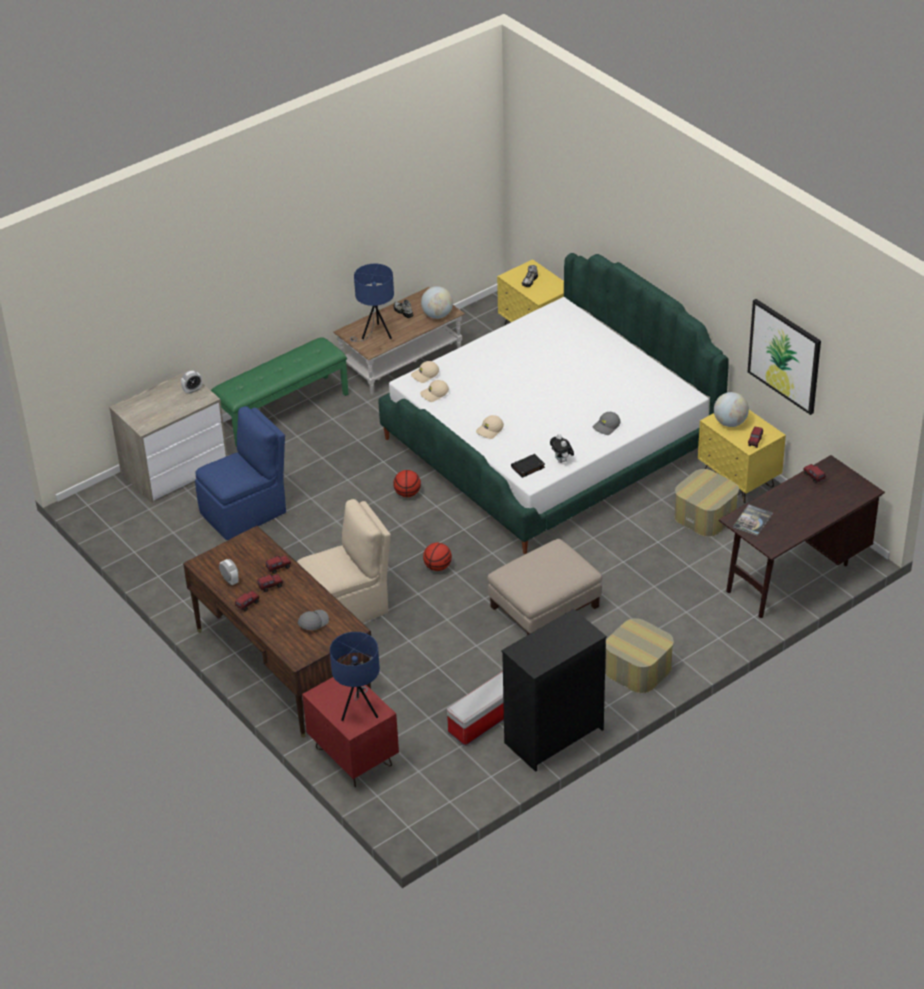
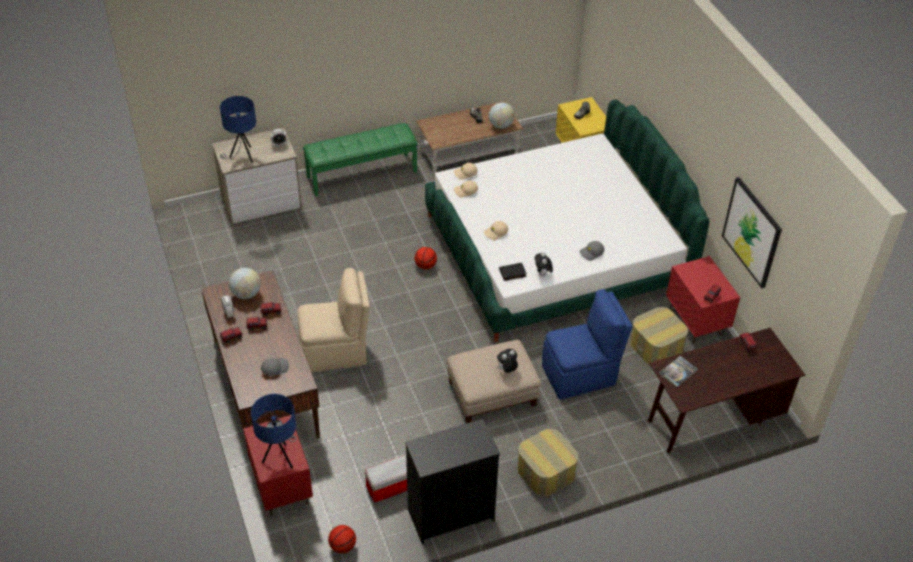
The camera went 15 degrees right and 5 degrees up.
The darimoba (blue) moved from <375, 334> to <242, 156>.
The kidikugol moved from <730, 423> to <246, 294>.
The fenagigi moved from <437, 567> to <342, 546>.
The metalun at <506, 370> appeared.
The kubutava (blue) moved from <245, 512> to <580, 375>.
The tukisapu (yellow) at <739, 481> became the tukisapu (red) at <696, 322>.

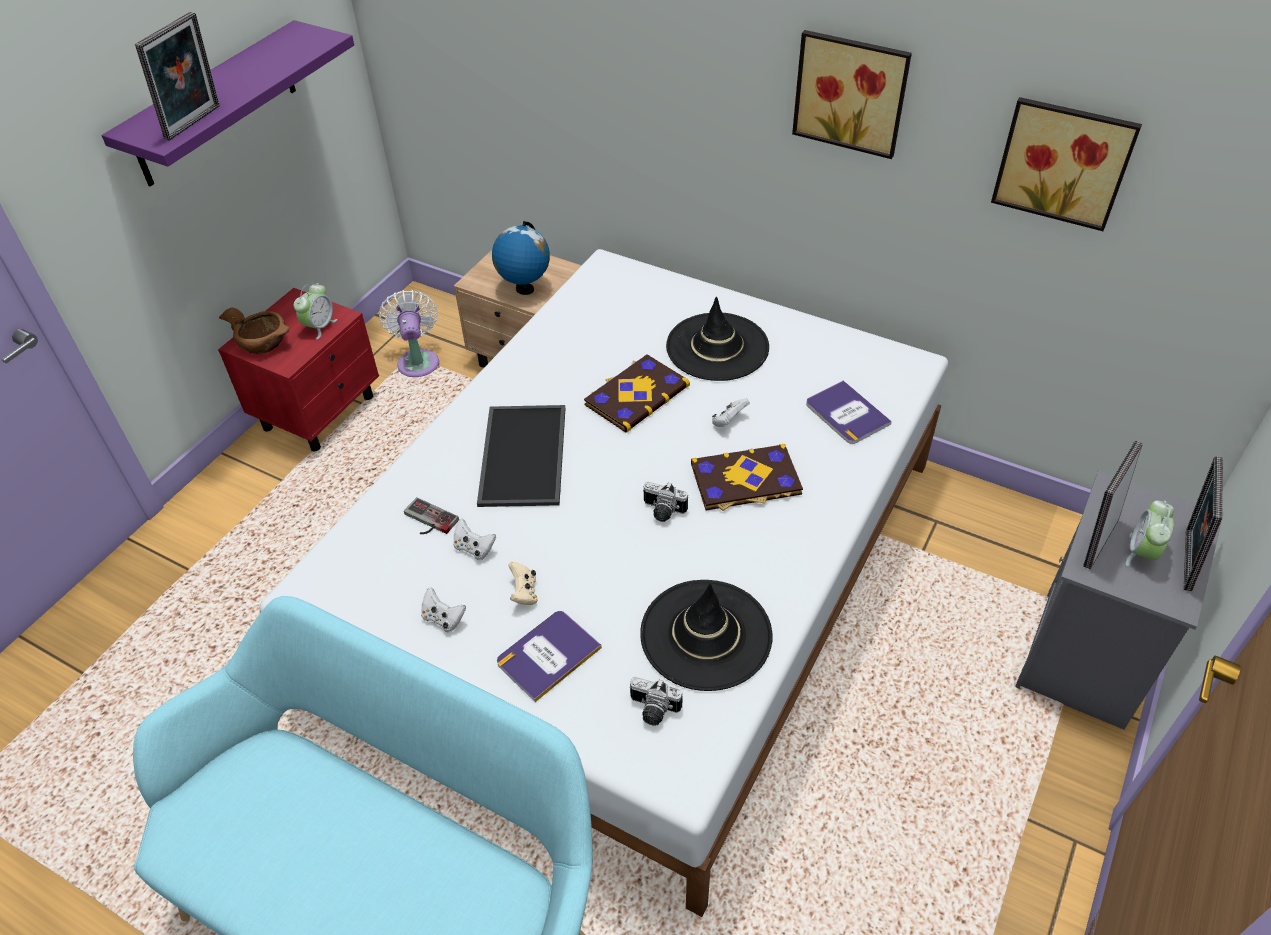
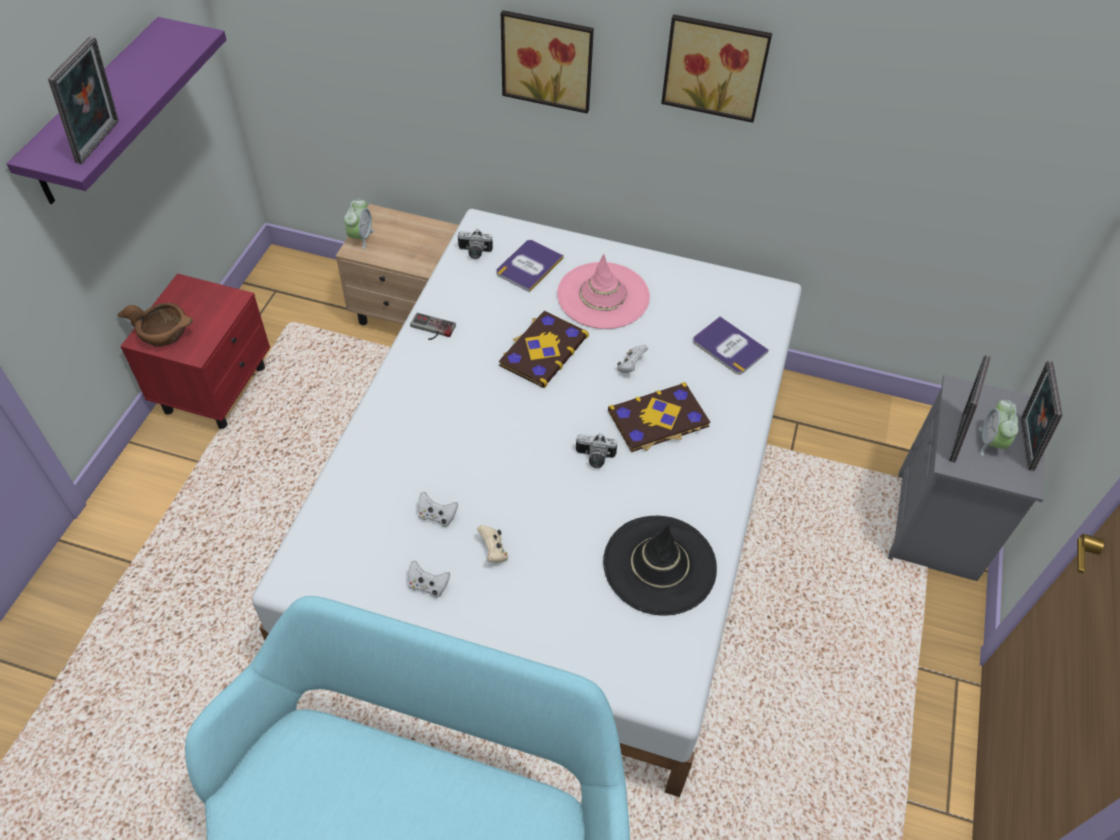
The camera went 15 degrees left and 5 degrees up.
The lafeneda moved from <319, 327> to <361, 237>.
The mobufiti moved from <427, 521> to <431, 329>.
The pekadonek moved from <653, 710> to <474, 253>.
The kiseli moved from <548, 655> to <529, 266>.
The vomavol moved from <1064, 161> to <548, 59>.
The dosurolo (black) at <717, 347> became the dosurolo (pink) at <603, 296>.
The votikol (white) at <418, 361> disappeared.
The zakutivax at <521, 454> disappeared.
The kidikugol at <524, 289> disappeared.

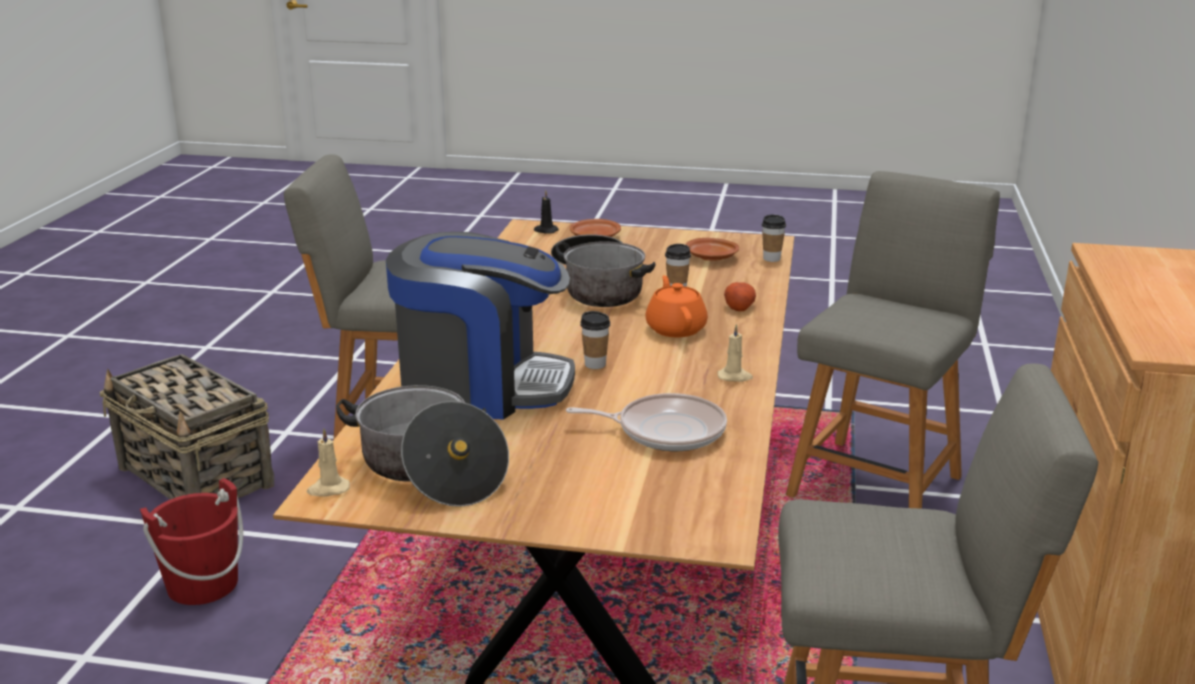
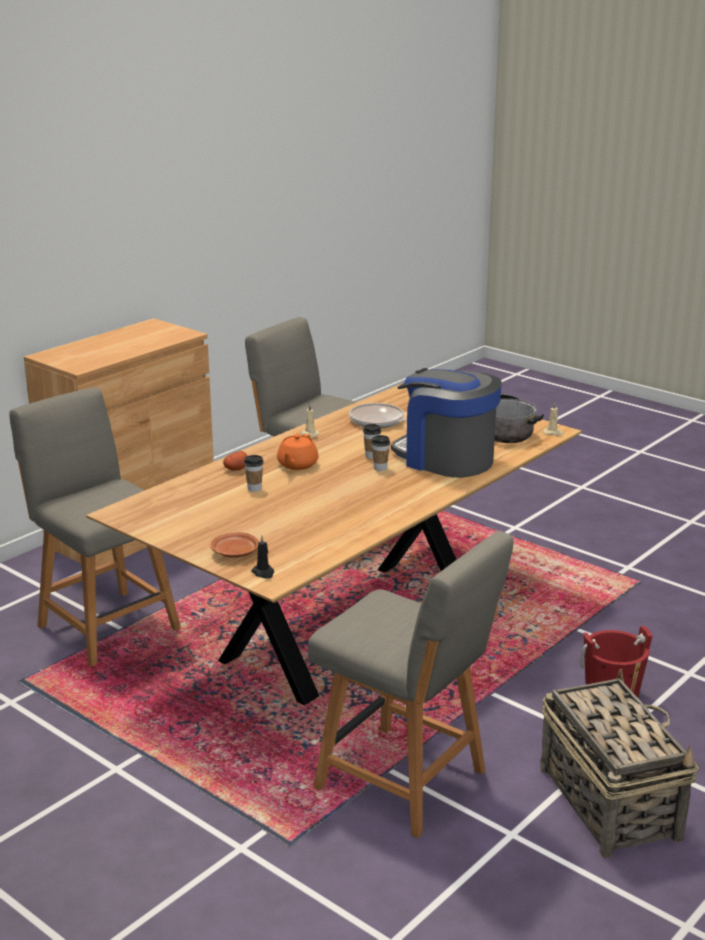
The camera went 150 degrees left and 0 degrees up.
The kubutava (grey) at <877, 483> turned 75 degrees clockwise.
The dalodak moved from <771, 259> to <380, 468>.
The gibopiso at <599, 288> disappeared.
The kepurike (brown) at <712, 257> disappeared.

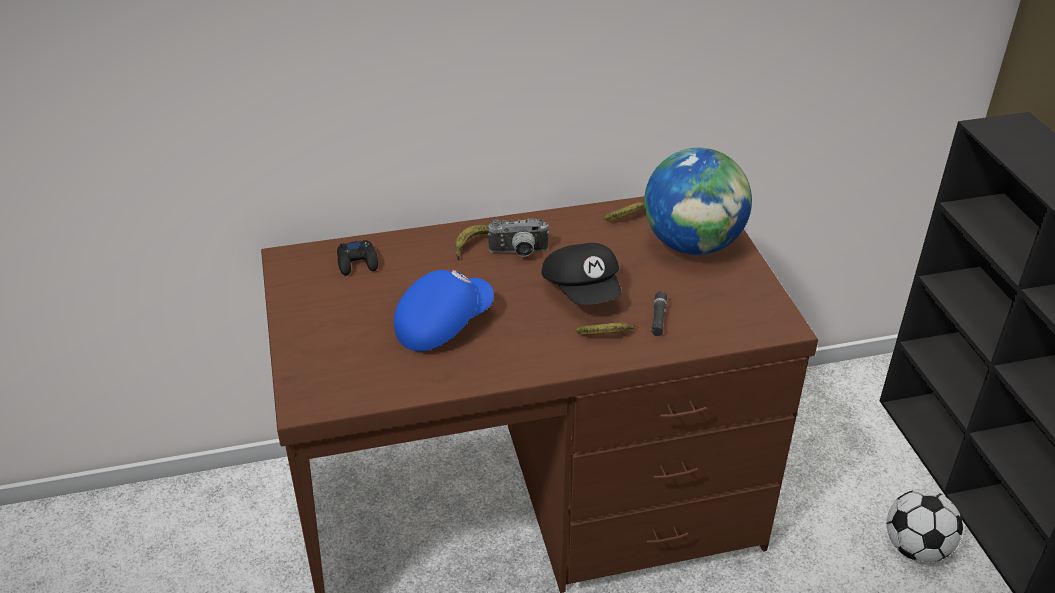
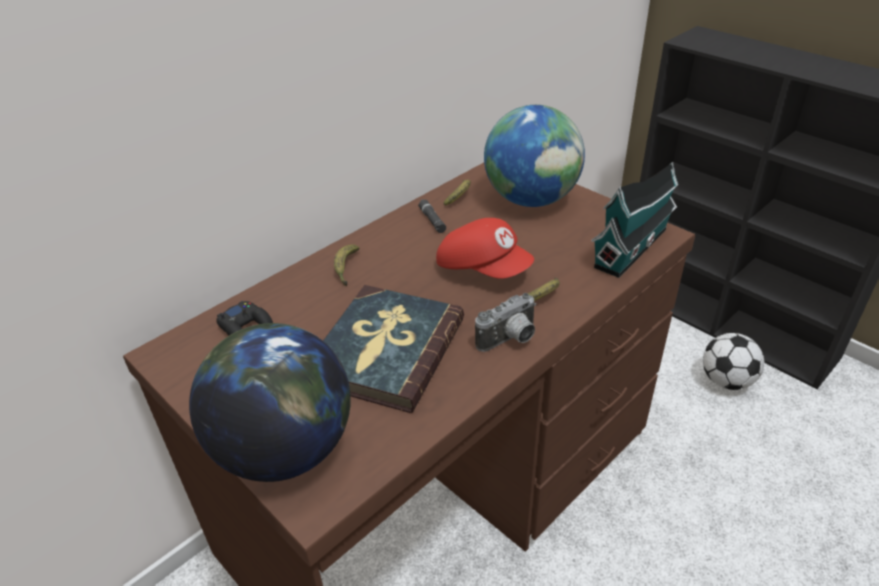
The camera went 30 degrees left and 0 degrees up.
The kidikugol at <285, 449> appeared.
The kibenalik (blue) at <442, 324> was replaced by the kiseli at <386, 351>.
The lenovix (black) moved from <658, 318> to <432, 220>.
The kibenalik (black) at <583, 290> became the kibenalik (red) at <483, 268>.
The pekadonek moved from <519, 253> to <510, 340>.
The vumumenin at <633, 246> appeared.

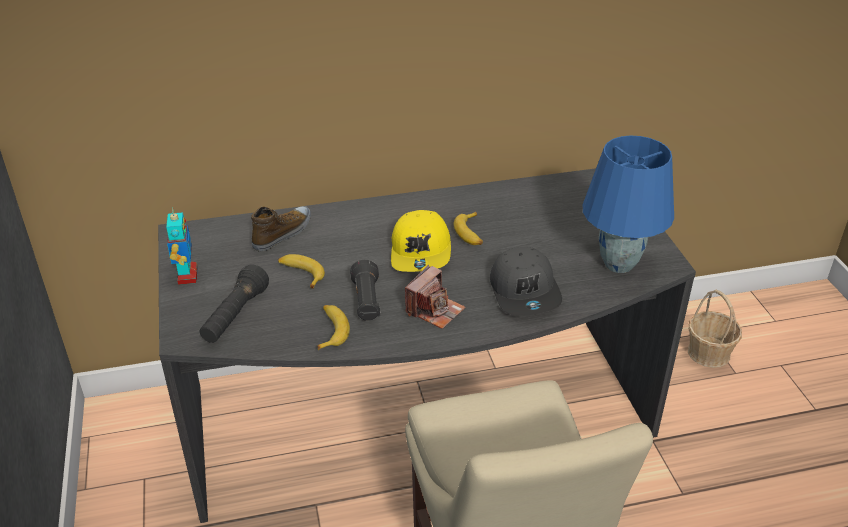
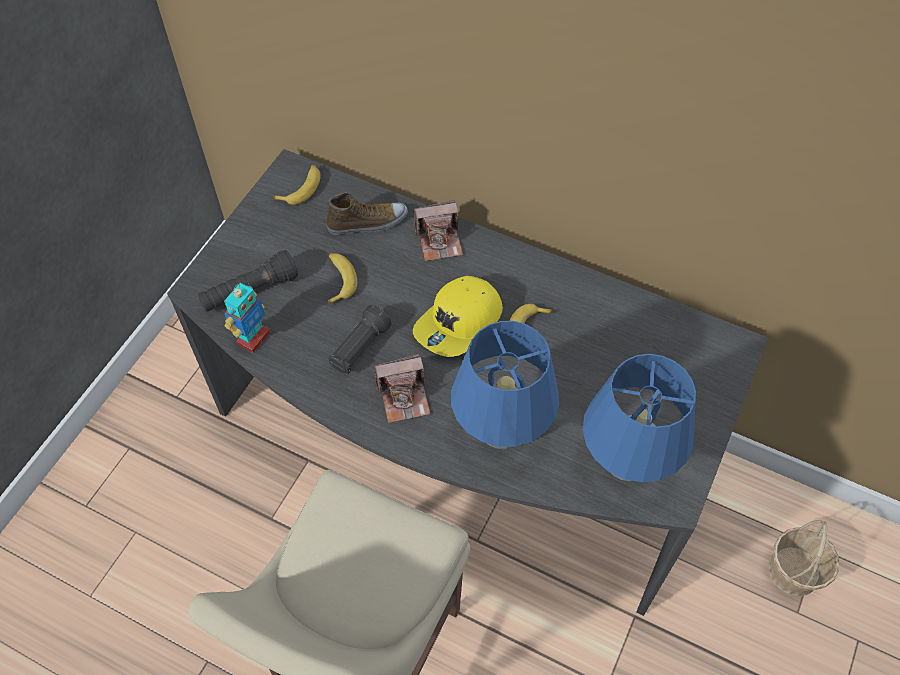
The camera went 40 degrees right and 20 degrees up.
The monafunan moved from <187, 275> to <253, 338>.
The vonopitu moved from <331, 330> to <301, 188>.
The pekadonek at <439, 241> appeared.
The kibenalik (grey) at <525, 292> was replaced by the darimoba (blue) at <502, 434>.

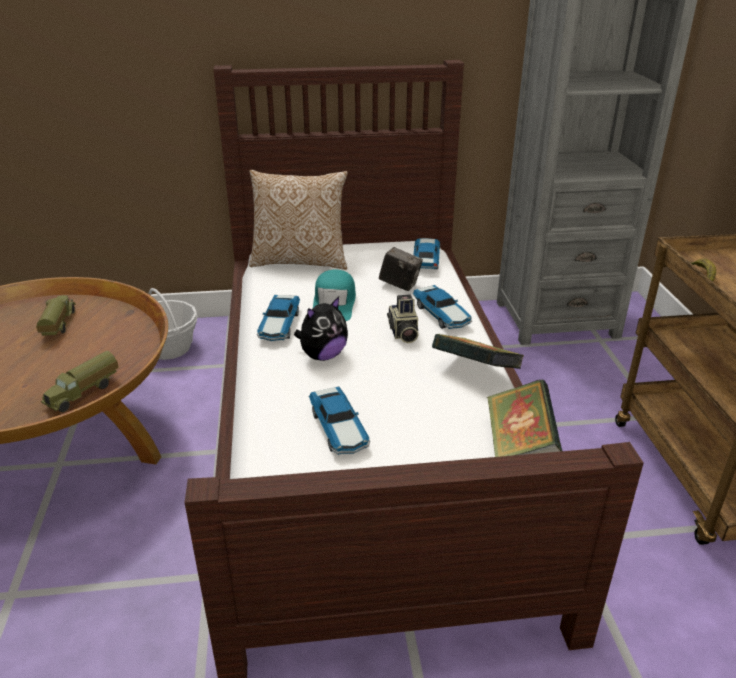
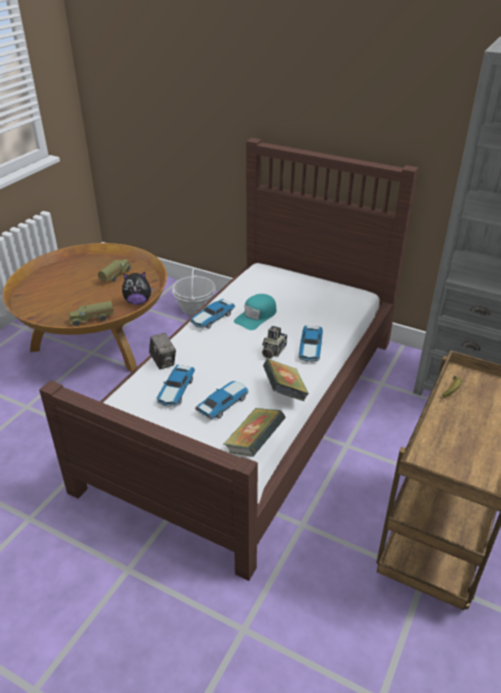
The camera went 35 degrees right and 5 degrees up.
The metalun moved from <323, 355> to <138, 302>.
The pekadonek moved from <400, 285> to <163, 362>.
The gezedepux moved from <426, 260> to <223, 404>.
The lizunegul at <300, 261> disappeared.

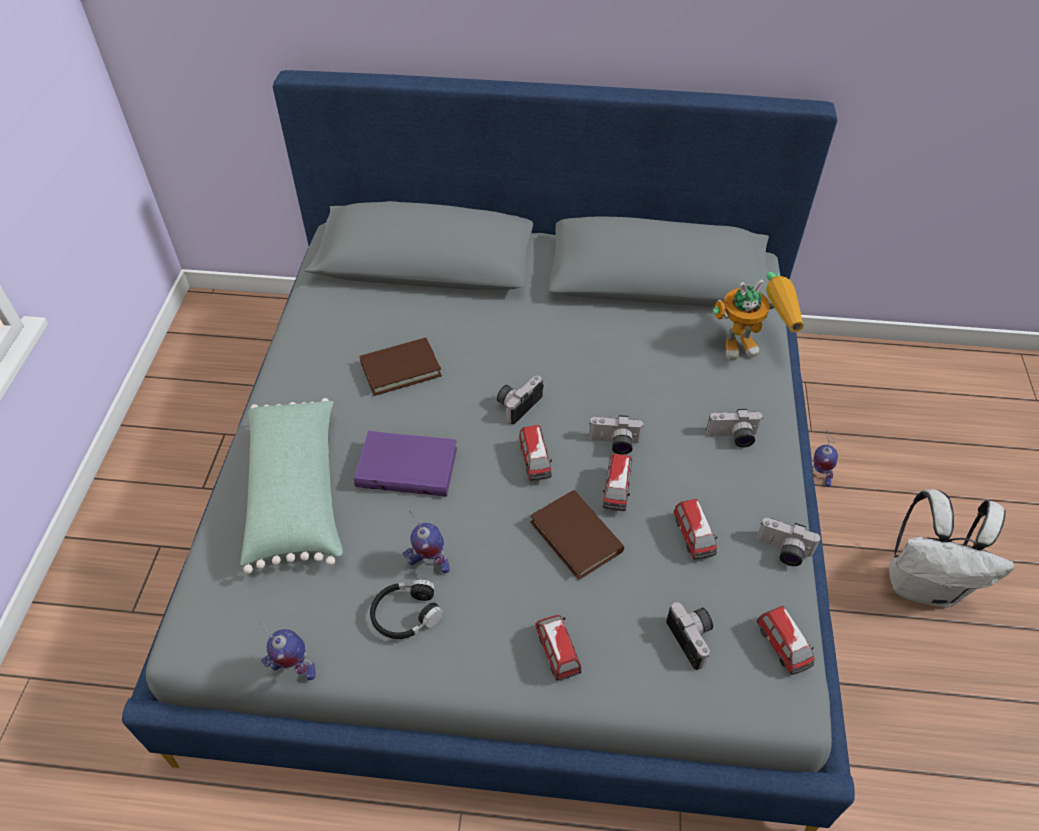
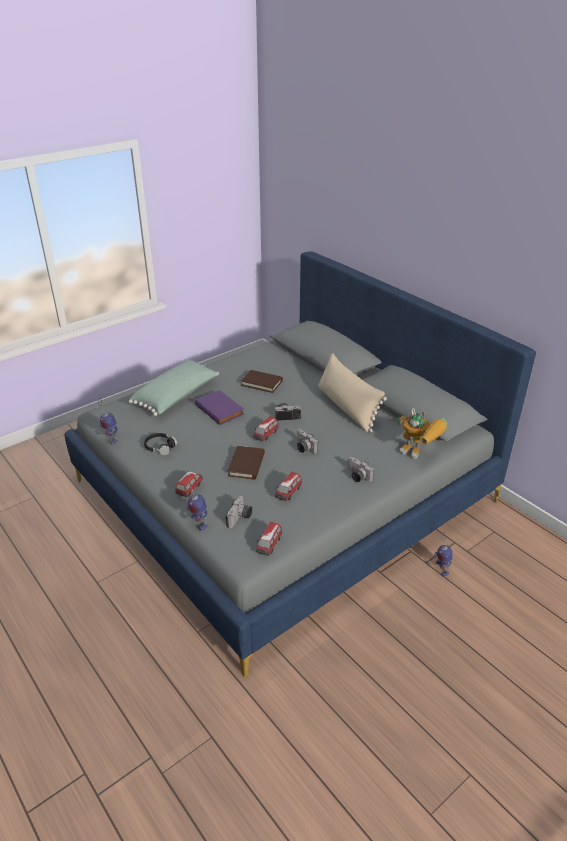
The camera went 45 degrees right and 15 degrees down.
The monafunan moved from <429, 564> to <198, 522>.
The lizunegul (beige) at <347, 408> appeared.
The gezedepux at <617, 490> disappeared.
The pekadonek at <783, 551> disappeared.
The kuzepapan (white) at <923, 585> disappeared.

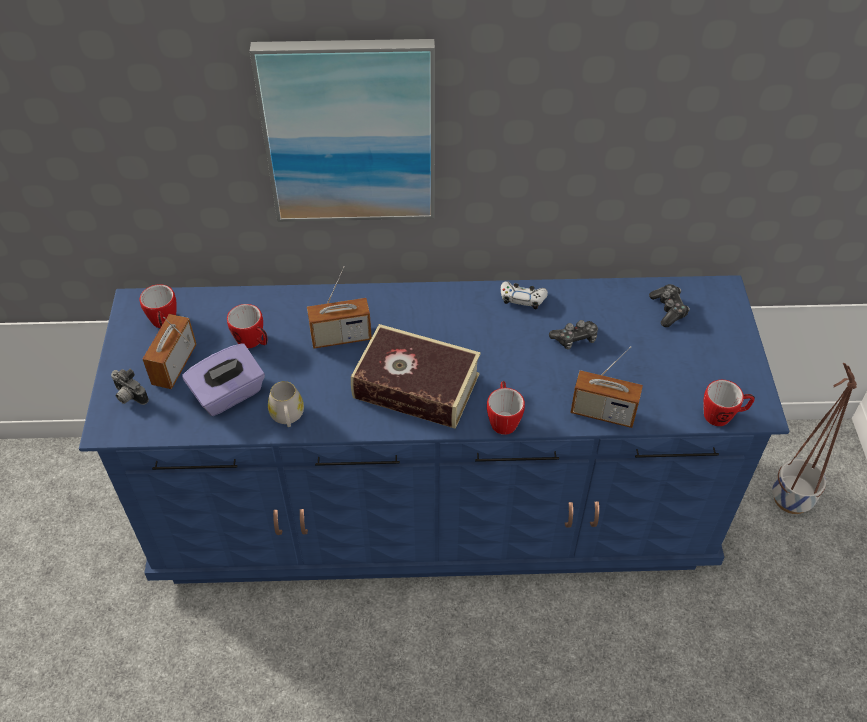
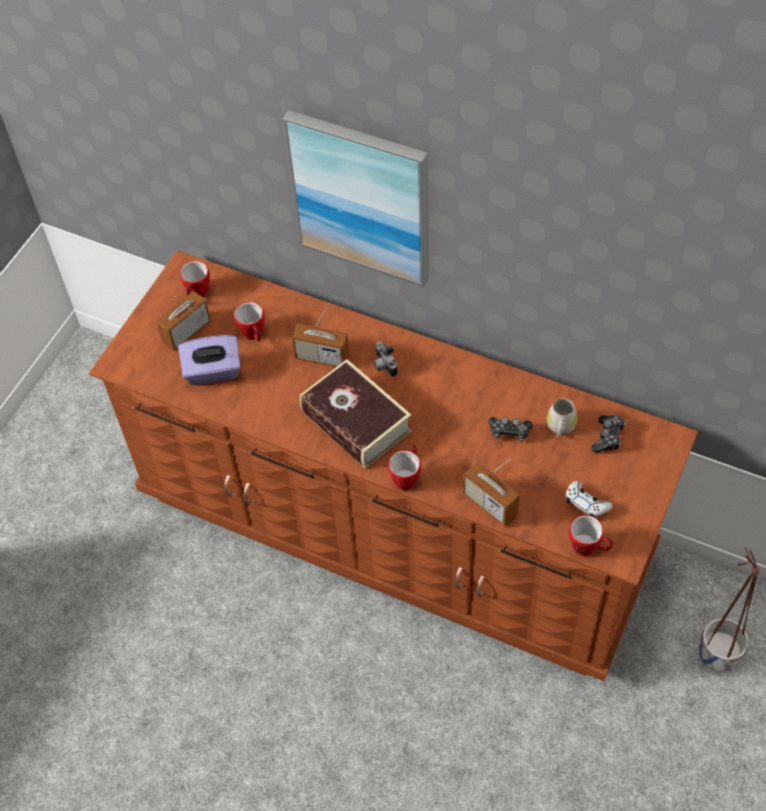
The camera went 30 degrees right and 5 degrees up.
The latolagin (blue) at <433, 507> became the latolagin (brown) at <392, 525>.
The pekadonek moved from <129, 397> to <383, 366>.
The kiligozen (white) moved from <287, 417> to <560, 428>.
The mobufiti (white) moved from <522, 298> to <586, 503>.

